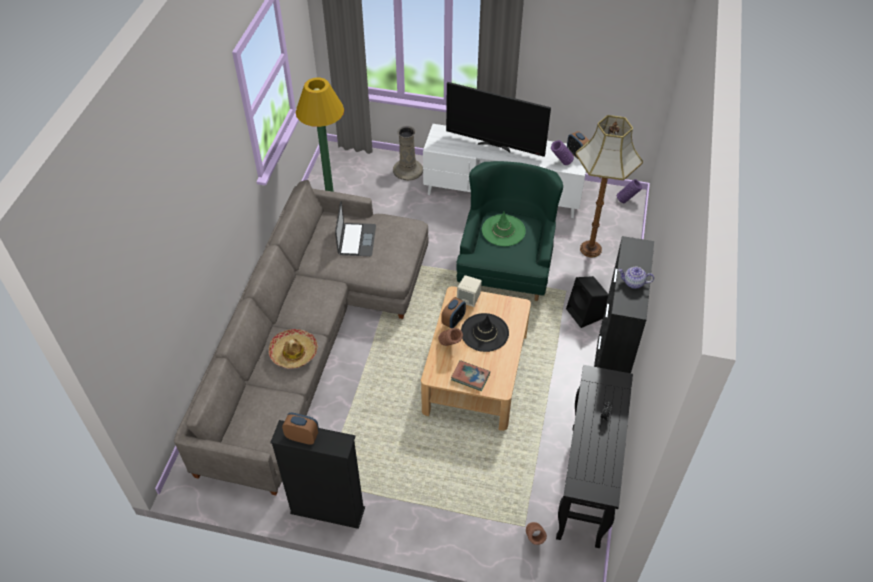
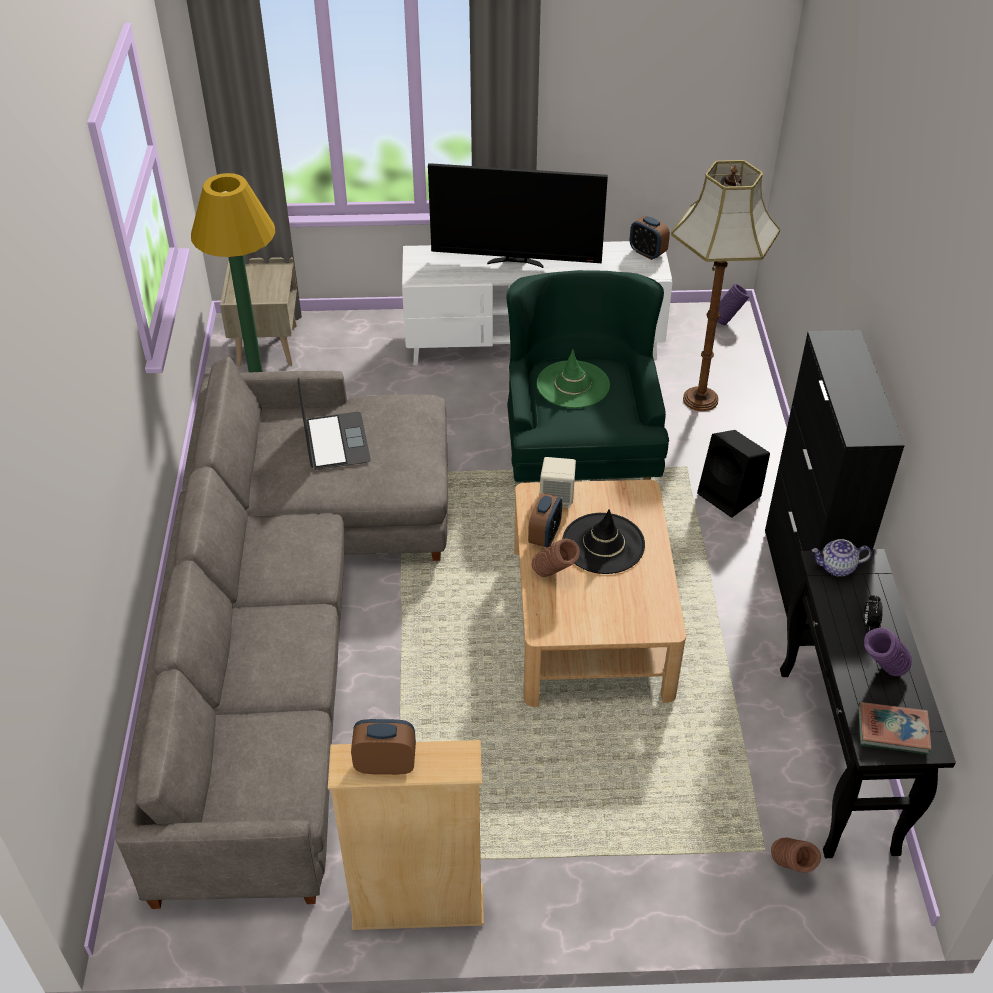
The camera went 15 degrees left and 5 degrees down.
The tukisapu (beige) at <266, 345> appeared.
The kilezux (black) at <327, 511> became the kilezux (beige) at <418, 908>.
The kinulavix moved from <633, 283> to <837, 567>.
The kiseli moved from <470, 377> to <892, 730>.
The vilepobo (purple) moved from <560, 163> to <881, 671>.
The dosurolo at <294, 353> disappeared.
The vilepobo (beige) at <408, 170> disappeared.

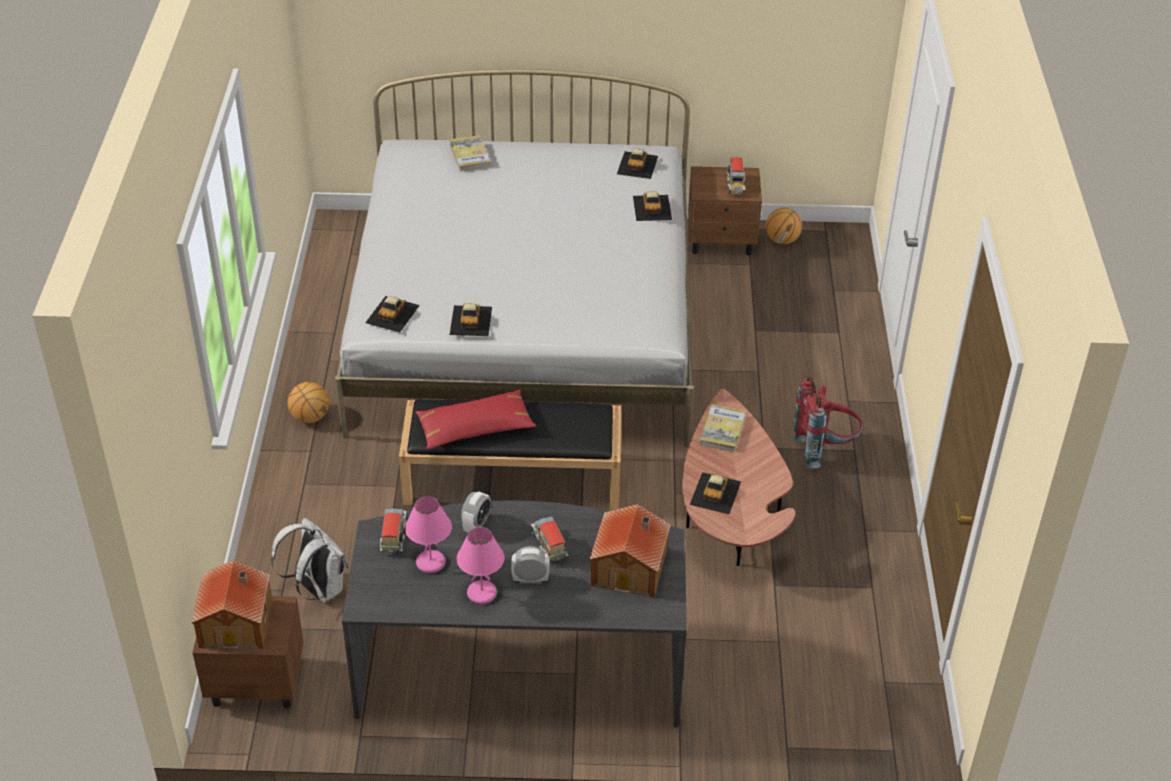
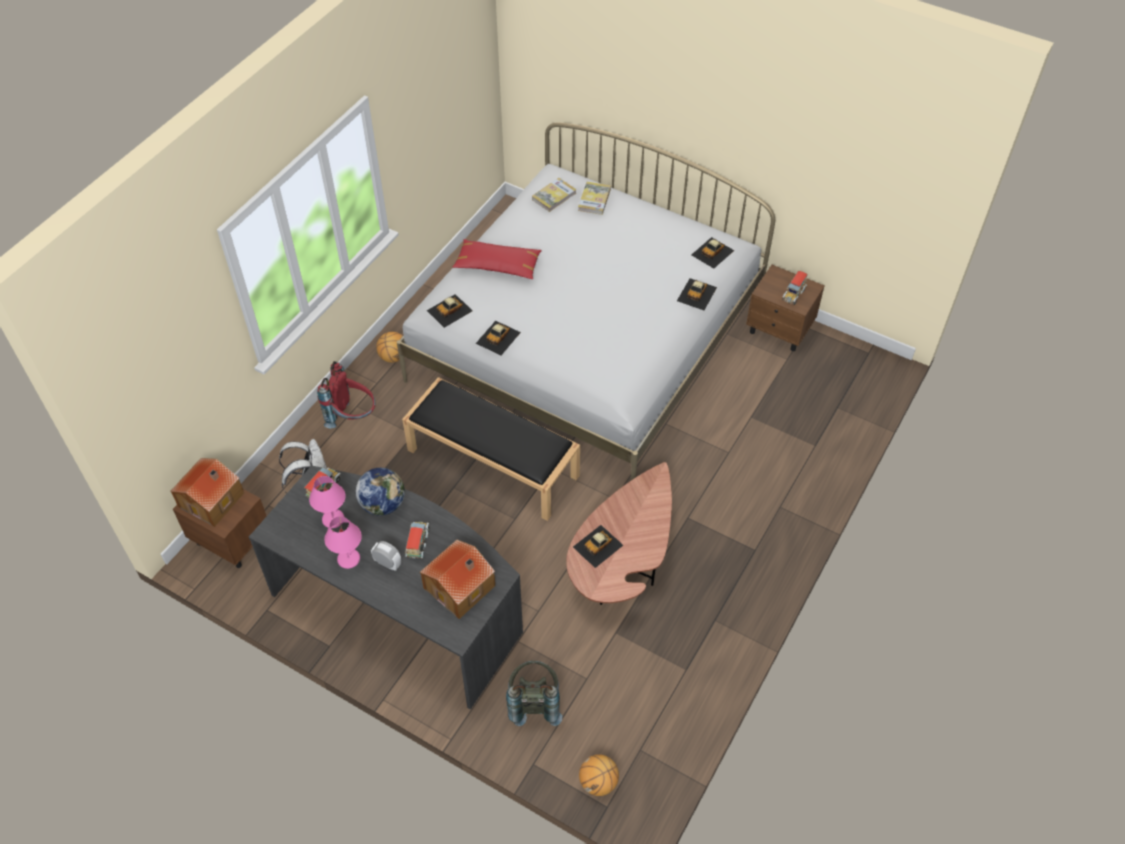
The camera went 30 degrees right and 10 degrees up.
The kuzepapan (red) moved from <825, 449> to <352, 417>.
The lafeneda at <476, 525> was replaced by the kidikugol at <383, 504>.
The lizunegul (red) moved from <475, 428> to <497, 265>.
The kuzepapan (grey) at <534, 703> appeared.
The kiseli moved from <722, 430> to <554, 196>.
The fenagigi moved from <782, 240> to <598, 782>.

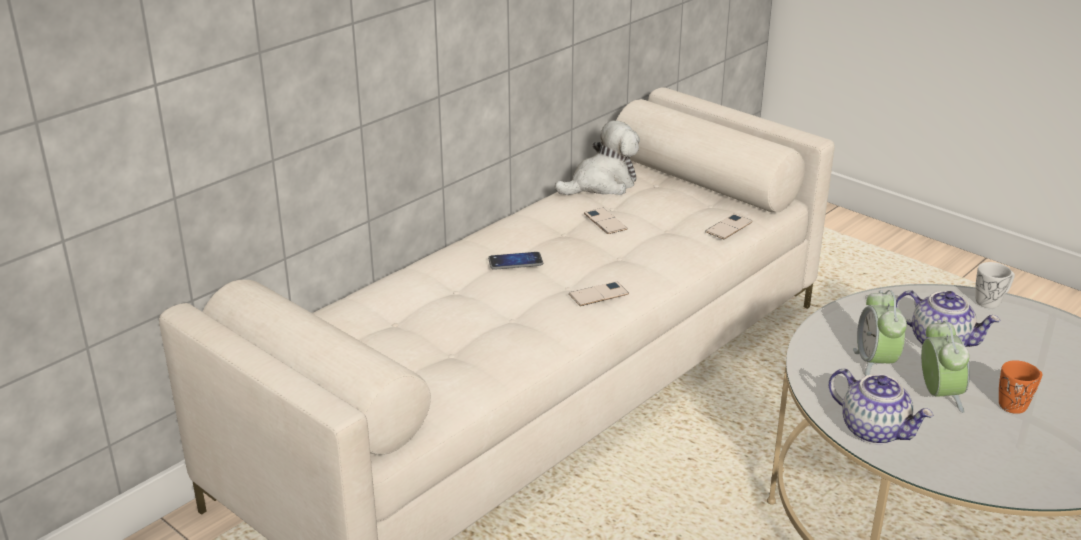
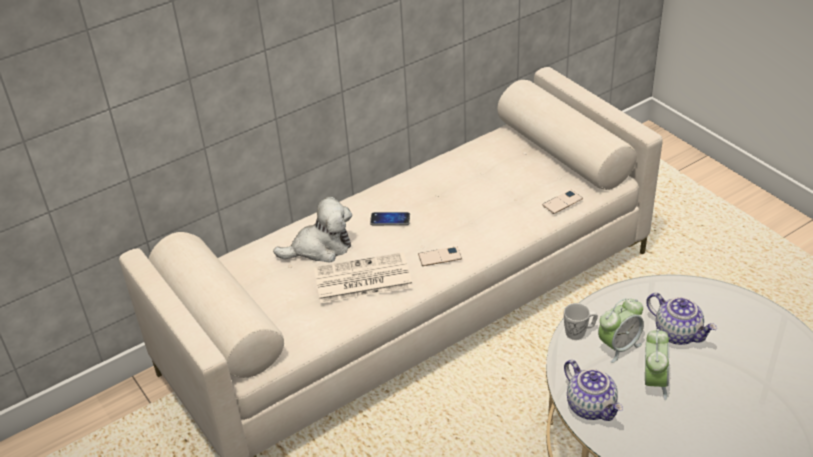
The camera went 15 degrees right and 10 degrees up.
The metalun moved from <602, 184> to <320, 248>.
The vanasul at <361, 280> appeared.
The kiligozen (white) moved from <992, 301> to <579, 332>.
The lafeneda at <875, 363> turned 135 degrees counterclockwise.
The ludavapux at <605, 221> disappeared.
The kiligozen (orange) at <1017, 404> disappeared.

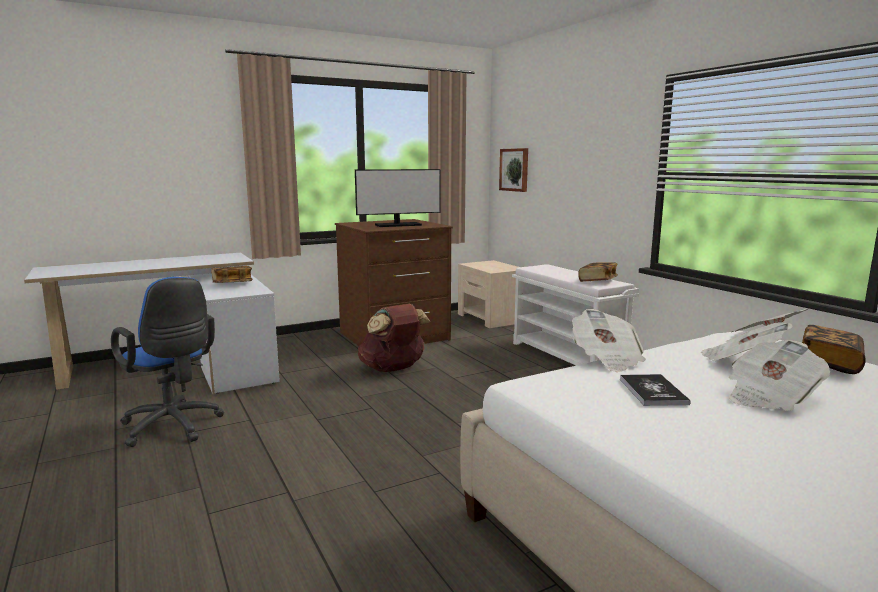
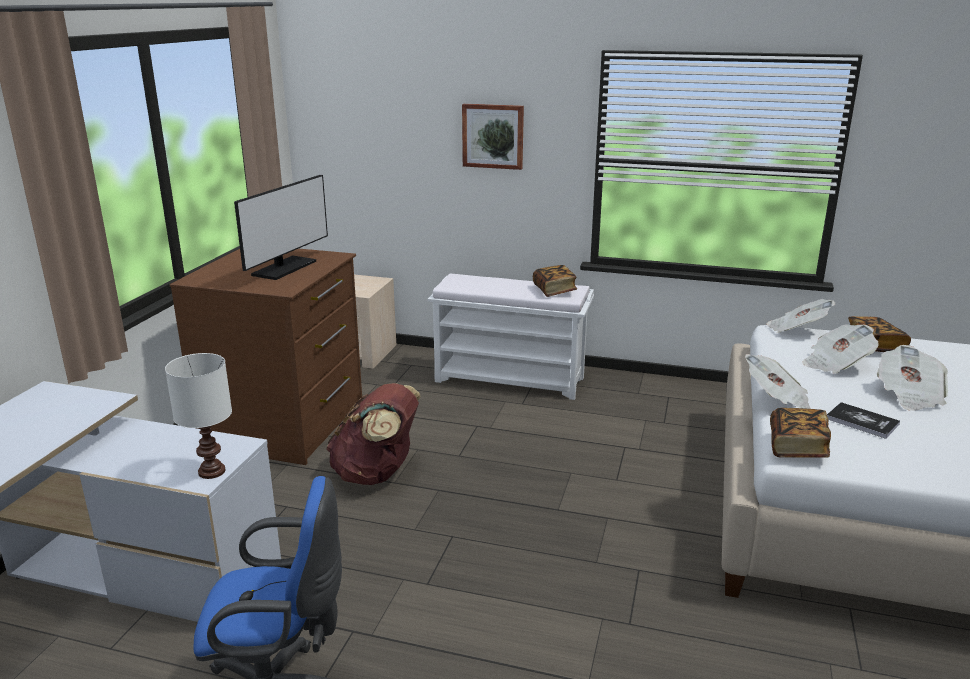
The camera went 45 degrees left and 10 degrees up.
The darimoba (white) at <212, 471> appeared.
The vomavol moved from <514, 169> to <493, 136>.
The kiseli moved from <232, 284> to <797, 447>.

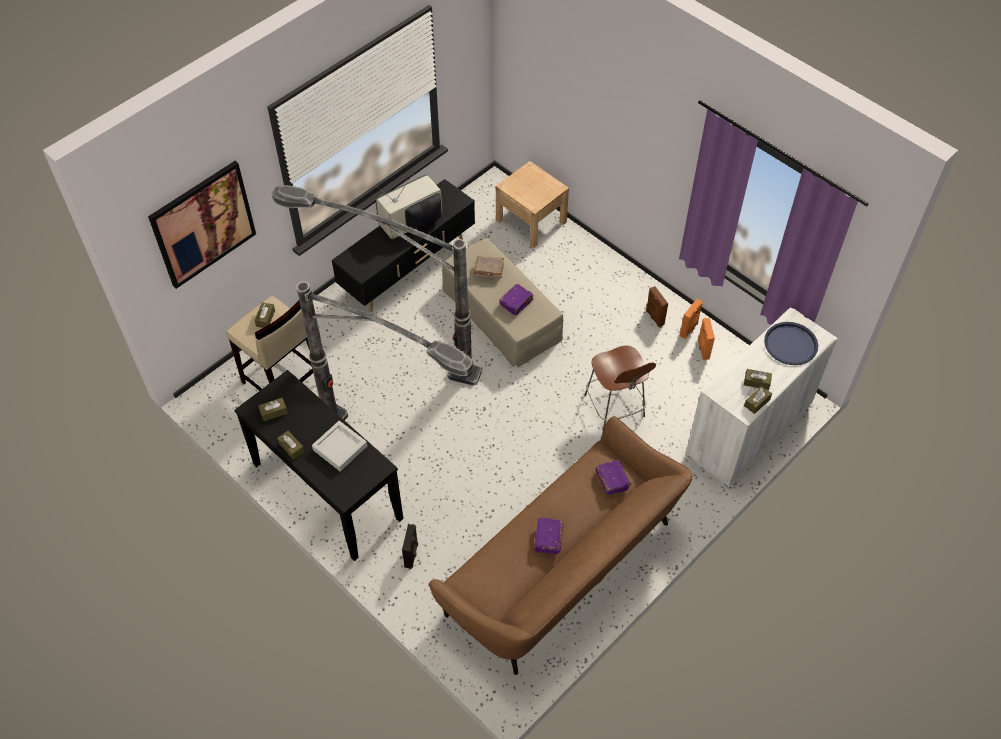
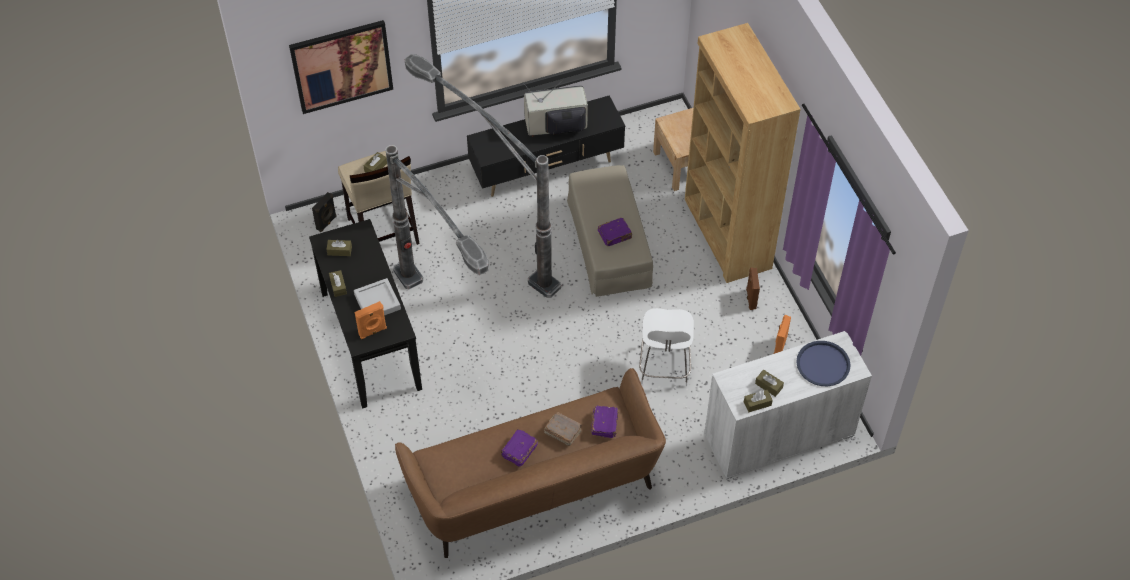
The camera went 25 degrees right and 0 degrees up.
The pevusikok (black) moved from <412, 555> to <327, 223>.
The pevusikok (orange) moved from <689, 329> to <373, 332>.
The kiseli (brown) moved from <488, 271> to <562, 431>.
The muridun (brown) at <615, 408> became the muridun (white) at <664, 367>.
The kilezux (brown) at <726, 234> appeared.

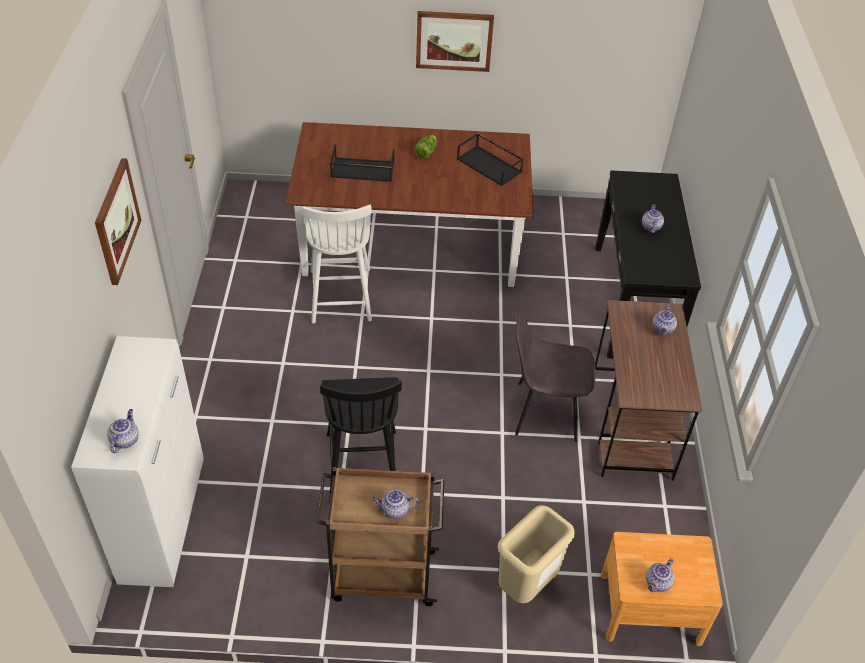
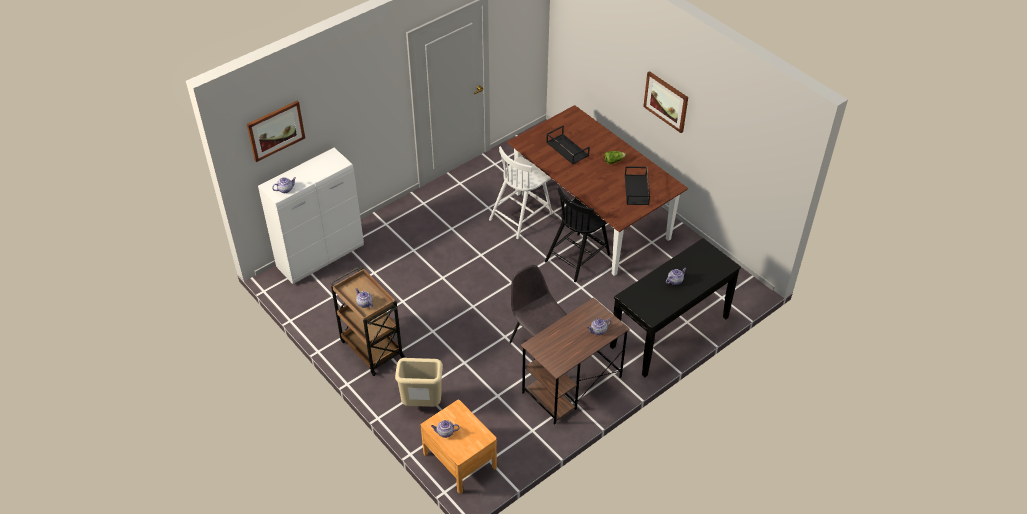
The camera went 50 degrees right and 0 degrees up.
The vomavol moved from <116, 221> to <275, 130>.
The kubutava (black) moved from <362, 465> to <578, 257>.

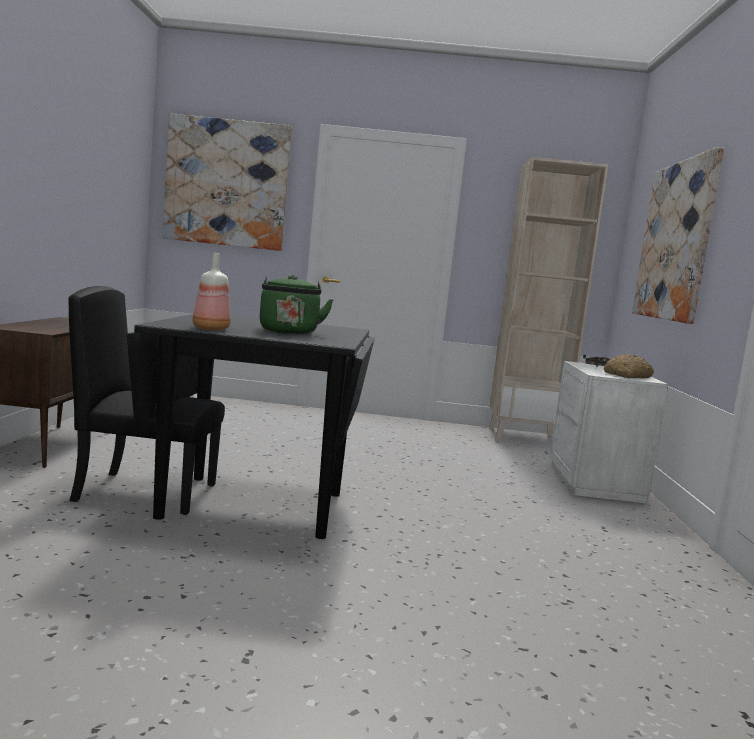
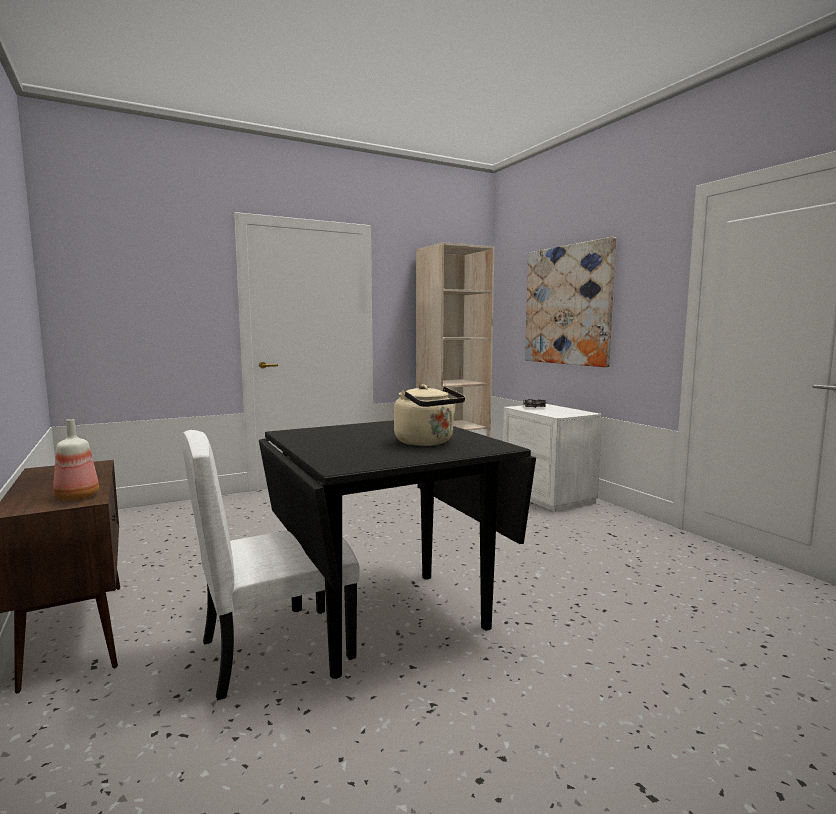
The camera went 30 degrees left and 0 degrees up.
The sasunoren moved from <209, 329> to <75, 497>.
The kubutava (black) at <147, 492> became the kubutava (white) at <276, 649>.
The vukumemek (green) at <289, 332> became the vukumemek (beige) at <427, 442>.
The vomavol at <227, 183> disappeared.
The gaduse at <627, 376> disappeared.

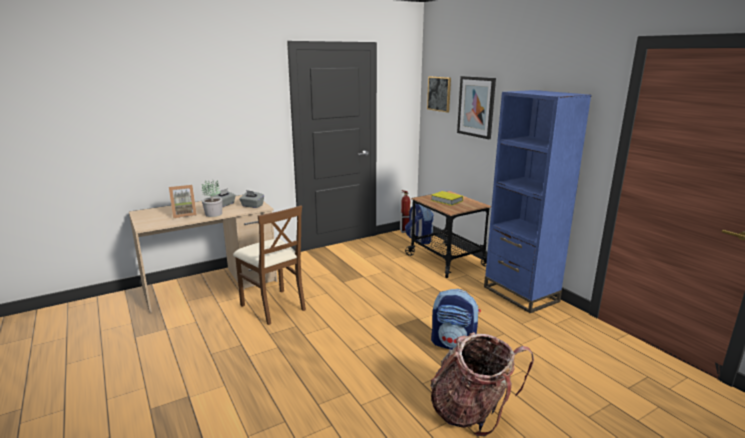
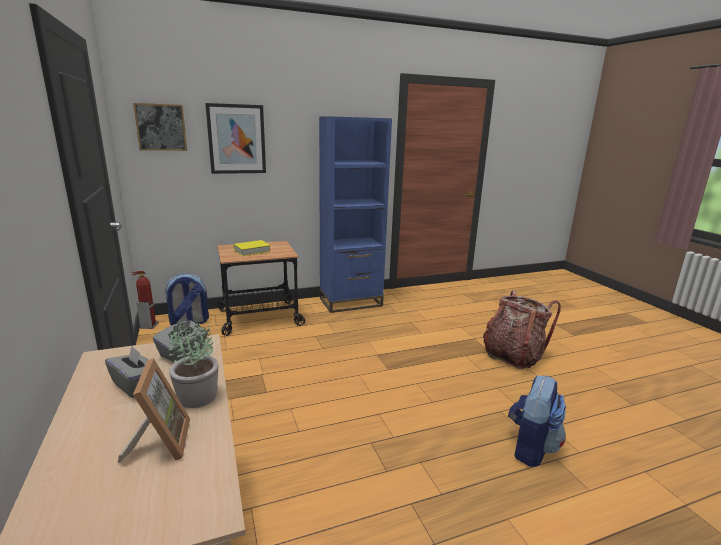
The camera went 80 degrees left and 0 degrees up.
The kuzepapan moved from <454, 344> to <530, 447>.
The kubutava (brown) at <273, 306> disappeared.

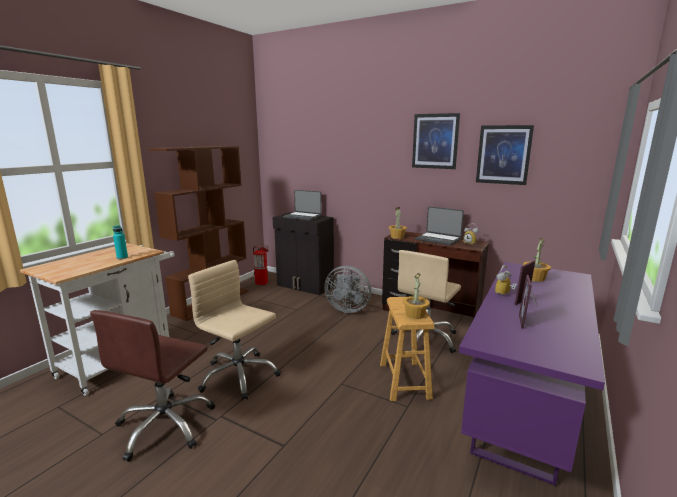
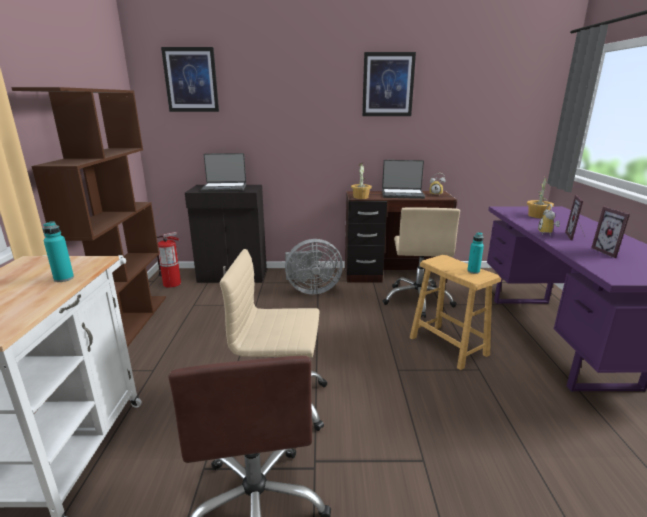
The camera went 30 degrees left and 5 degrees up.
The vomavol moved from <503, 155> to <191, 80>.
The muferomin at <415, 314> was replaced by the sasunoren (turquoise) at <473, 271>.

